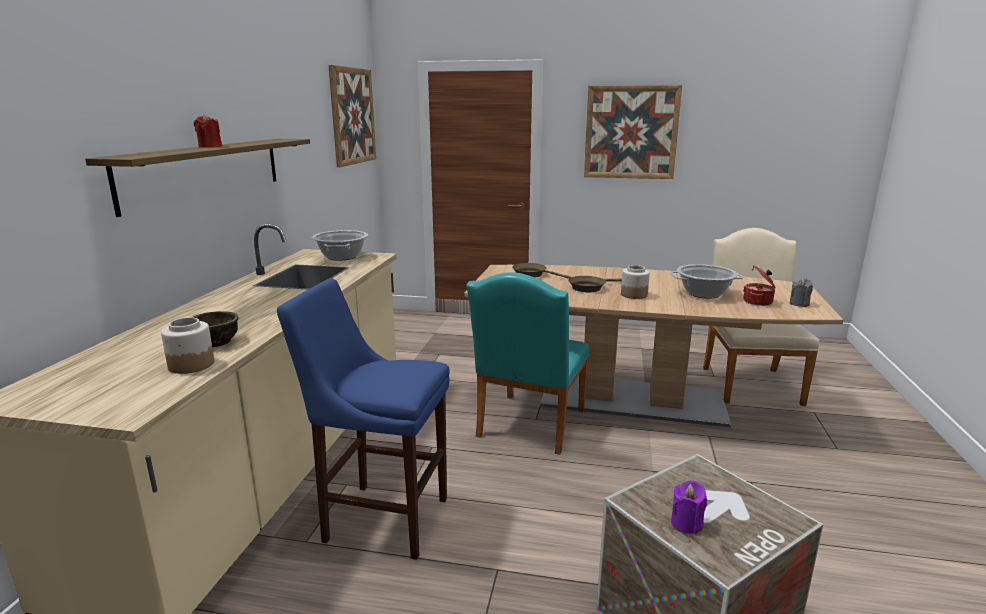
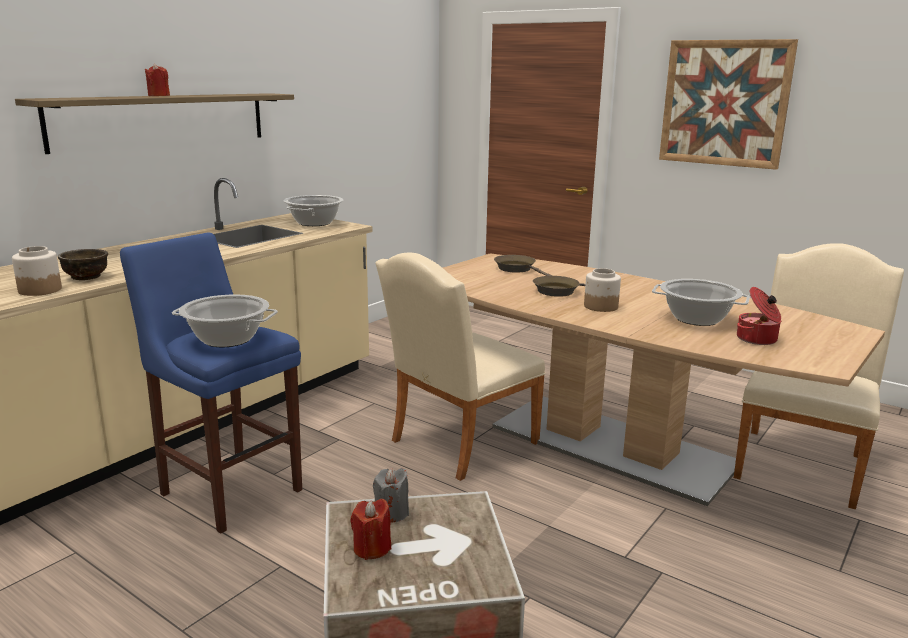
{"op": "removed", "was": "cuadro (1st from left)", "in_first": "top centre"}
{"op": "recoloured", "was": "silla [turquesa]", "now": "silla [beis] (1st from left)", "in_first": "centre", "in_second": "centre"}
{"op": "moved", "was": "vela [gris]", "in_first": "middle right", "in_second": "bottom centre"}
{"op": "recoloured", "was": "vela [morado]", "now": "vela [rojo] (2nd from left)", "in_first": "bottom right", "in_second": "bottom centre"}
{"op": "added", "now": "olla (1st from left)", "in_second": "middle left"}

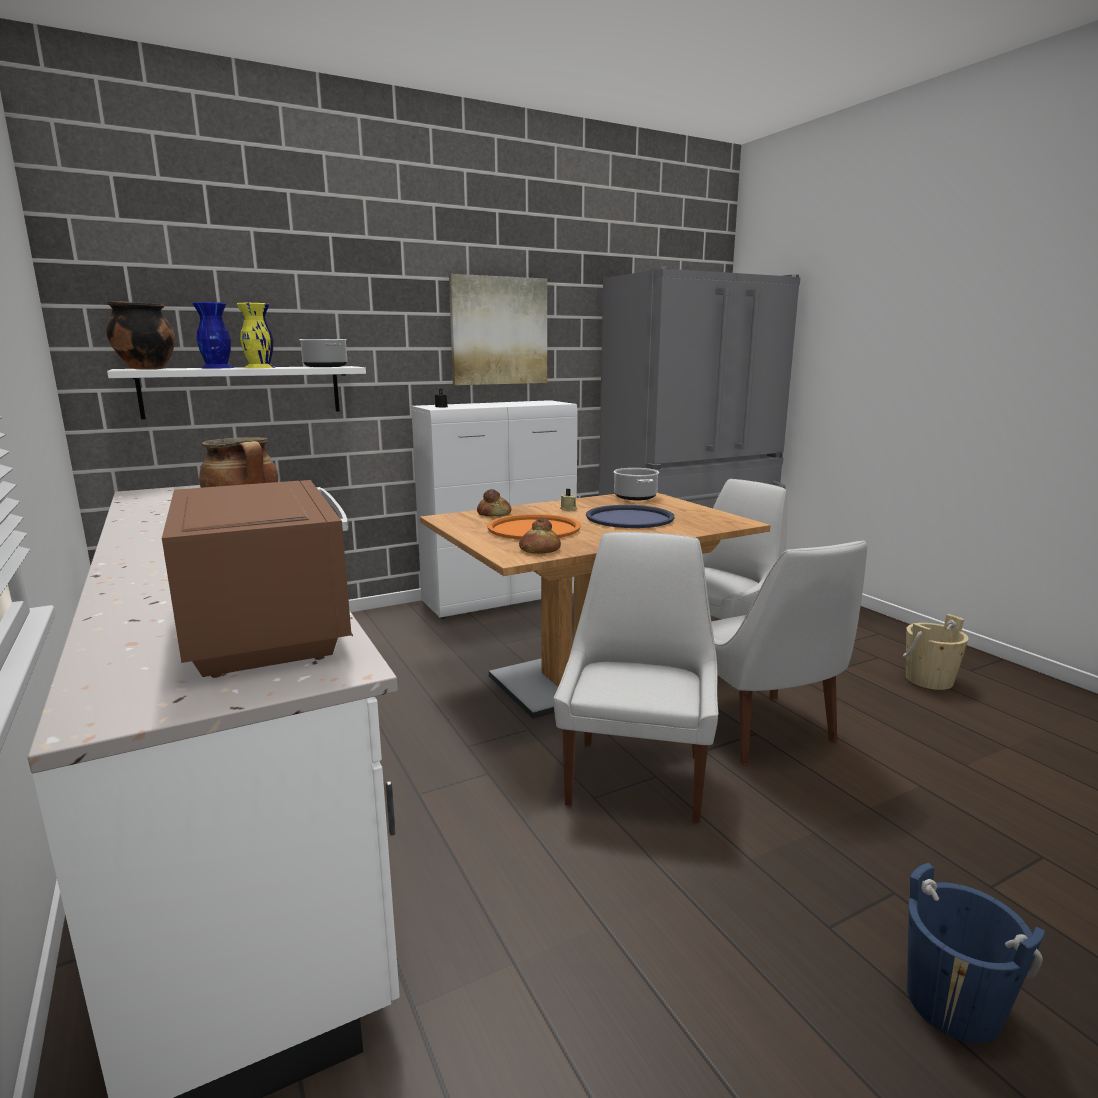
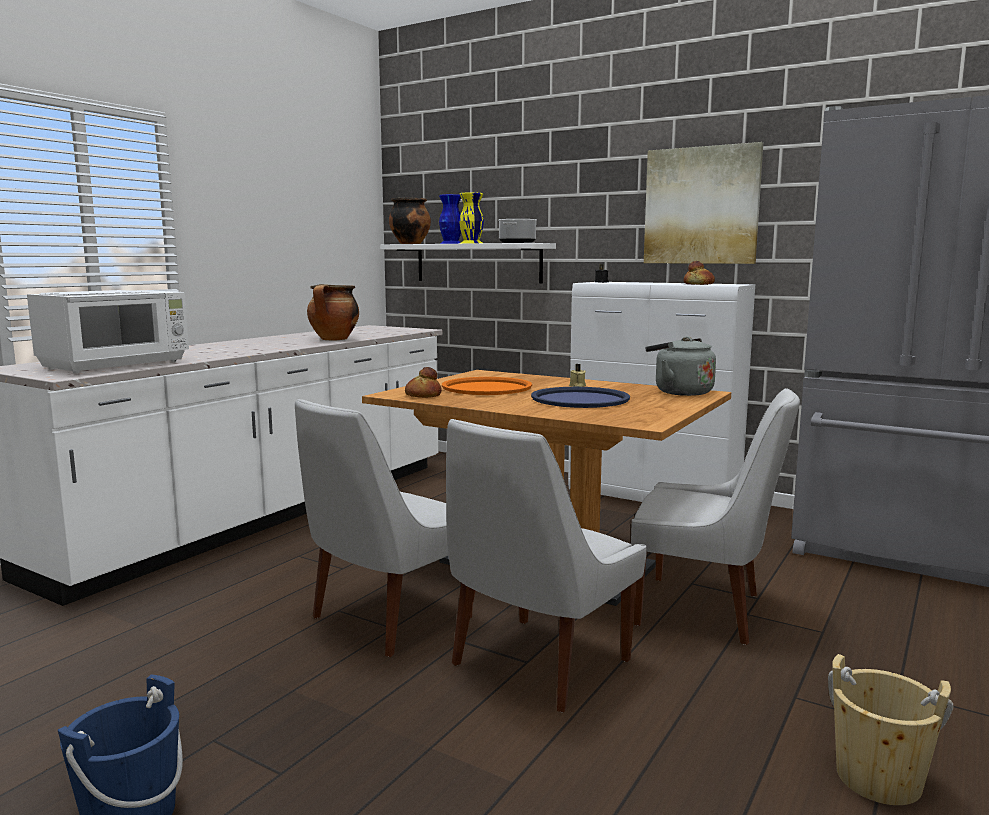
{"op": "replaced", "was": "olla (4th from left)", "now": "hervidor [gris]", "in_first": "centre", "in_second": "middle right"}
{"op": "recoloured", "was": "microondas [marrón]", "now": "microondas [blanco]", "in_first": "middle left", "in_second": "middle left"}
{"op": "moved", "was": "pan (1st from left in the first image)", "now": "pan (2nd from left)", "in_first": "centre", "in_second": "middle right"}
{"op": "turned", "was": "silla [blanco] (1st from left)", "in_first": "centre", "in_second": "centre", "clockwise": 150}

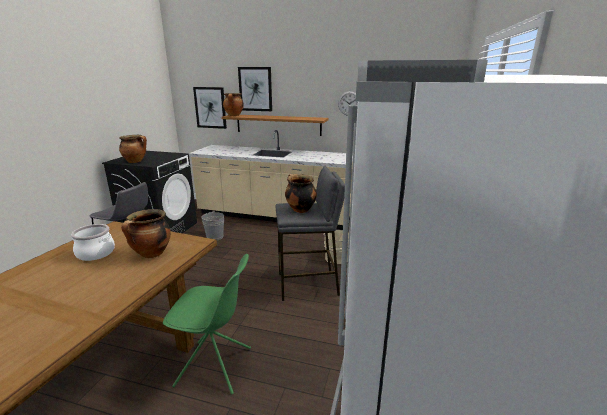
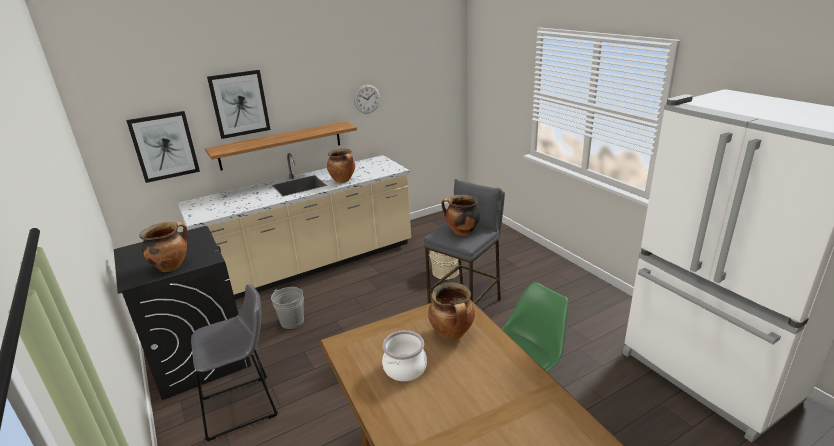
{"op": "moved", "was": "olla (4th from left in the first image)", "now": "olla (2nd from left)", "in_first": "top centre", "in_second": "centre"}

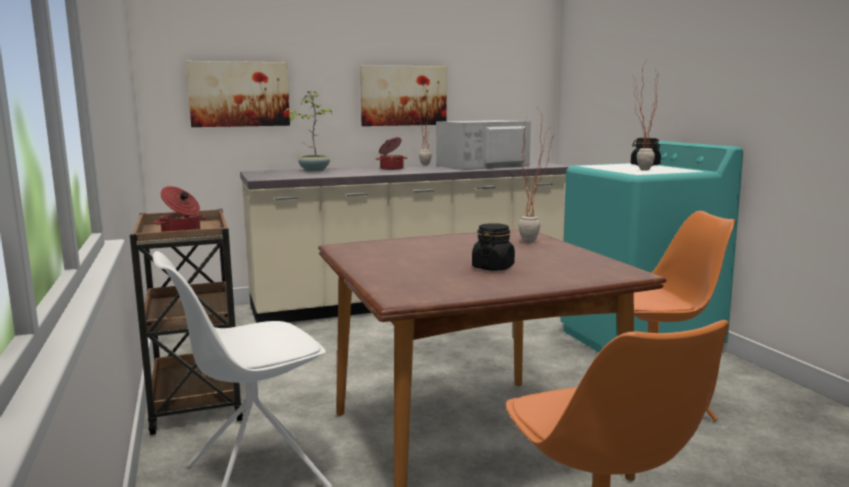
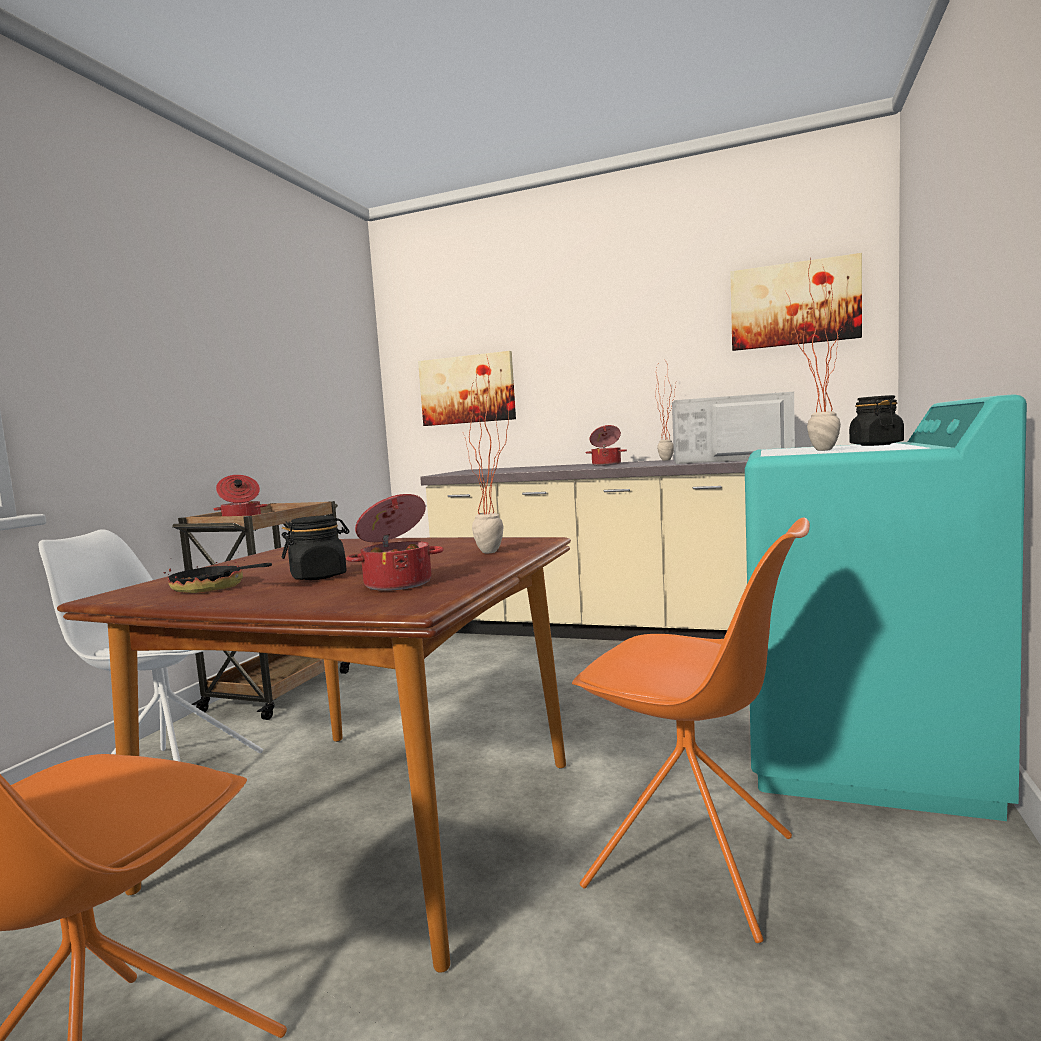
{"op": "moved", "was": "cuadro (2nd from left)", "in_first": "top centre", "in_second": "top right"}
{"op": "removed", "was": "planta en maceta (1st from left)", "in_first": "top centre"}
{"op": "added", "now": "olla (2nd from left)", "in_second": "centre"}
{"op": "added", "now": "sartén", "in_second": "middle left"}

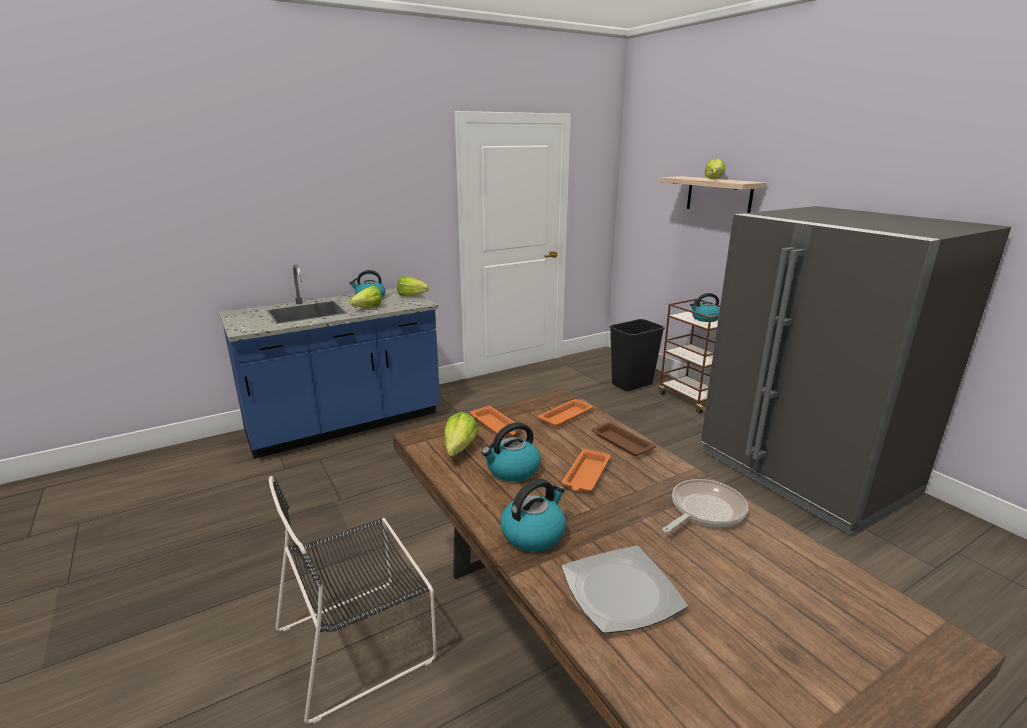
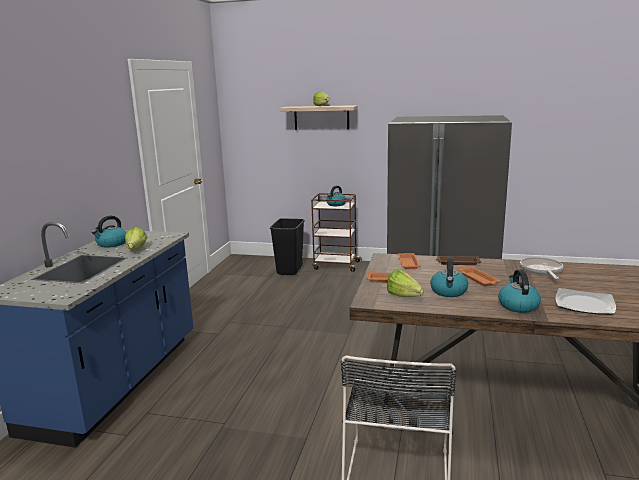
{"op": "removed", "was": "lechuga (2nd from left)", "in_first": "centre"}

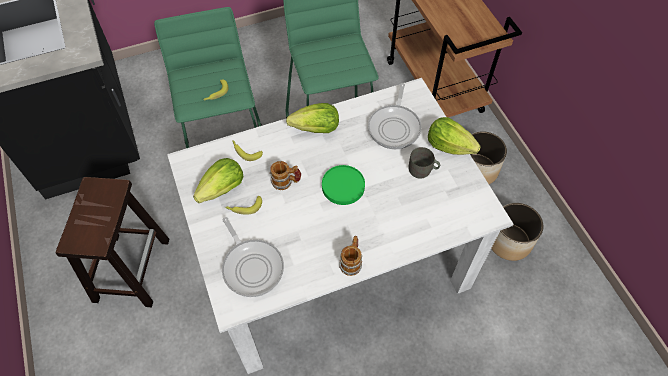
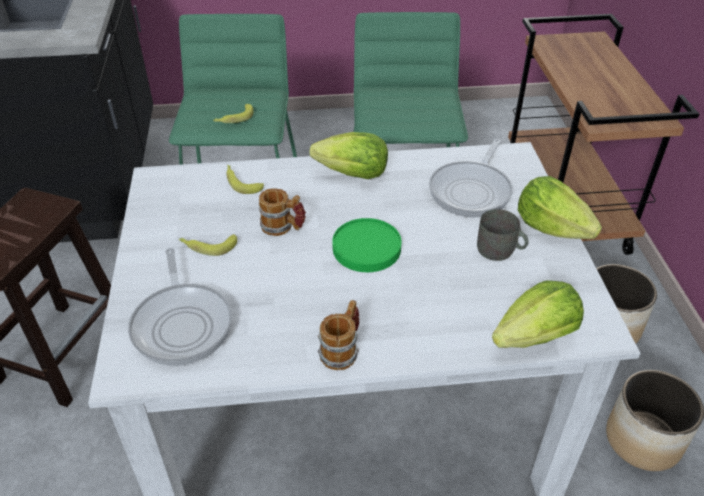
{"op": "moved", "was": "lechuga (1st from left in the first image)", "now": "lechuga (2nd from left)", "in_first": "middle left", "in_second": "middle right"}

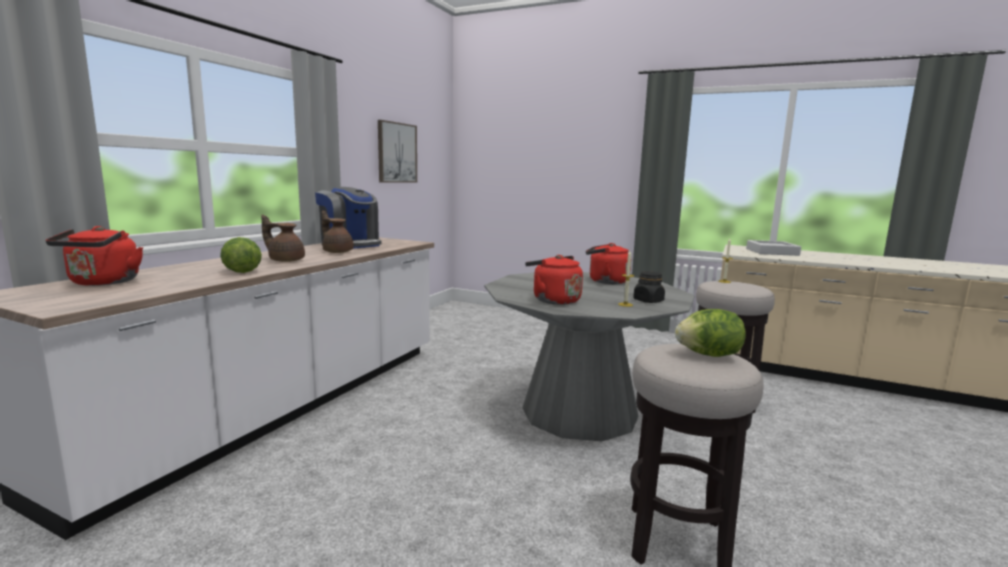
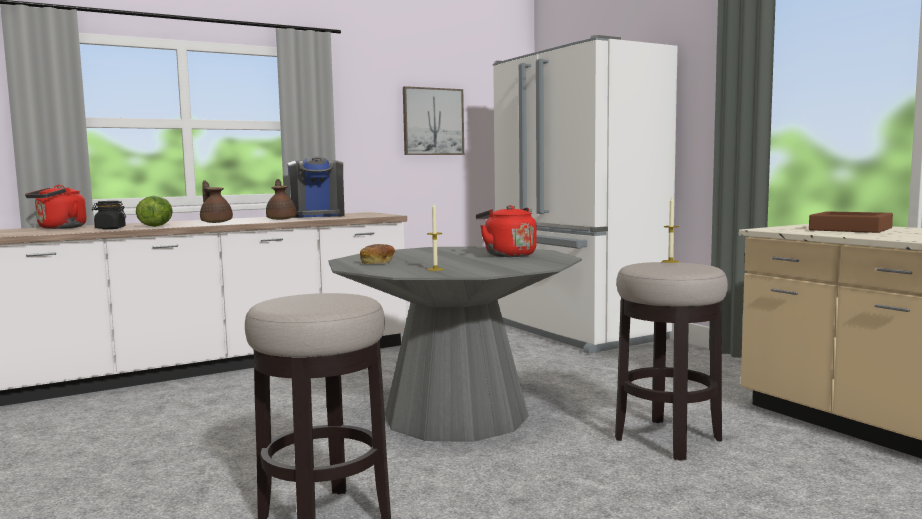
{"op": "recoloured", "was": "bandeja [gris]", "now": "bandeja [marrón]", "in_first": "middle right", "in_second": "middle right"}
{"op": "replaced", "was": "hervidor [rojo] (2nd from left)", "now": "pan", "in_first": "centre", "in_second": "centre"}
{"op": "moved", "was": "tarro [negro]", "in_first": "centre", "in_second": "middle left"}
{"op": "removed", "was": "lechuga (2nd from left)", "in_first": "middle right"}
{"op": "added", "now": "nevera [blanco]", "in_second": "centre"}

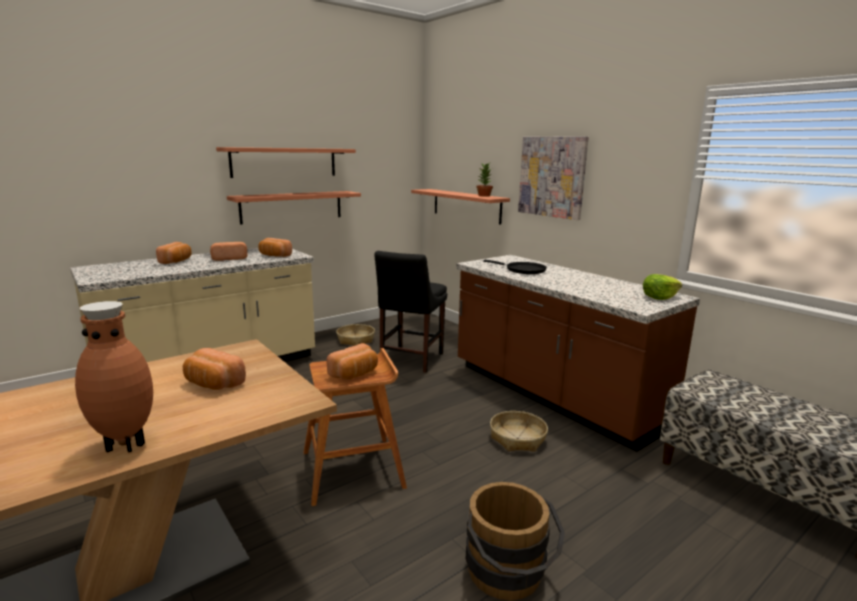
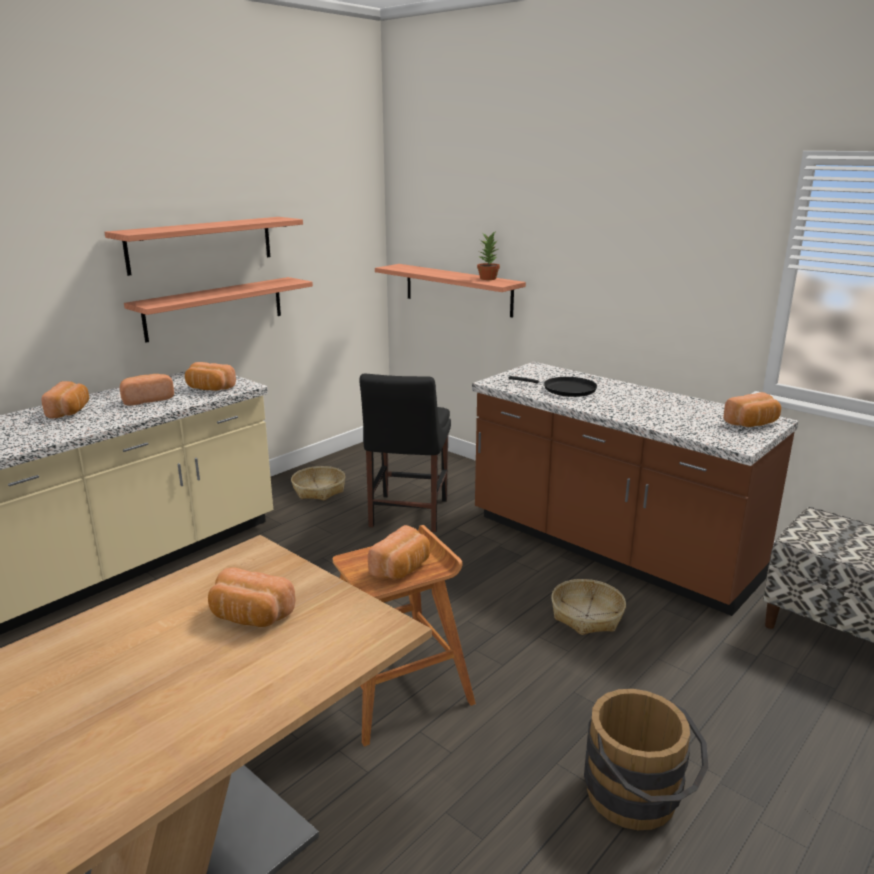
{"op": "removed", "was": "cuadro", "in_first": "top centre"}
{"op": "replaced", "was": "lechuga", "now": "pan (6th from left)", "in_first": "middle right", "in_second": "middle right"}
{"op": "removed", "was": "florero [marrón]", "in_first": "middle left"}

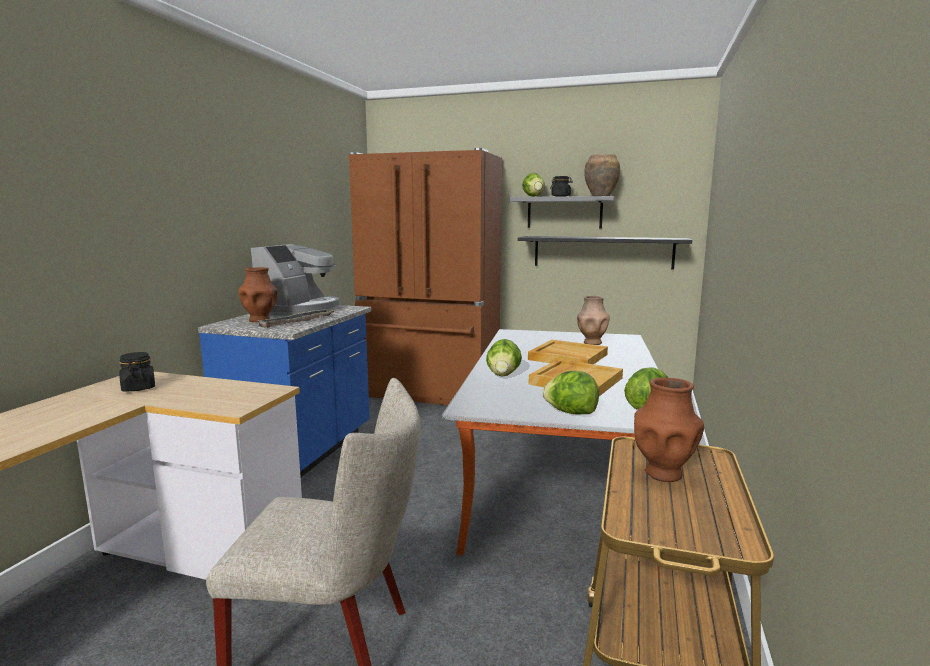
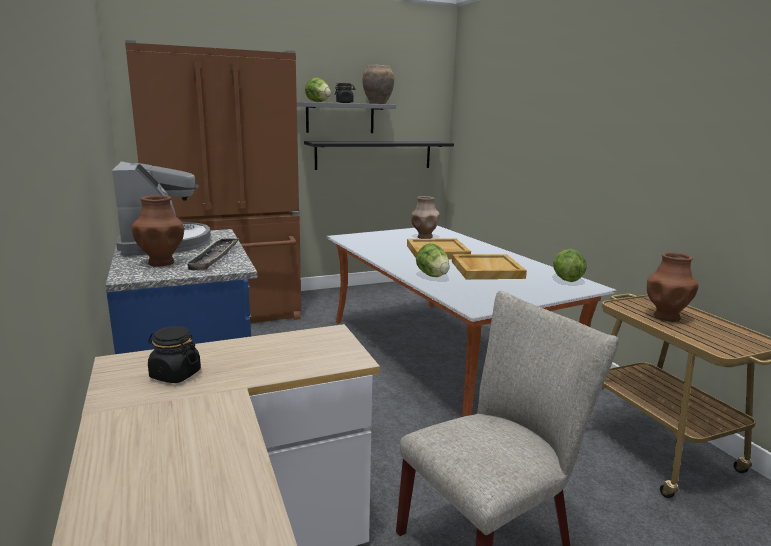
{"op": "removed", "was": "lechuga (3rd from left)", "in_first": "centre"}

